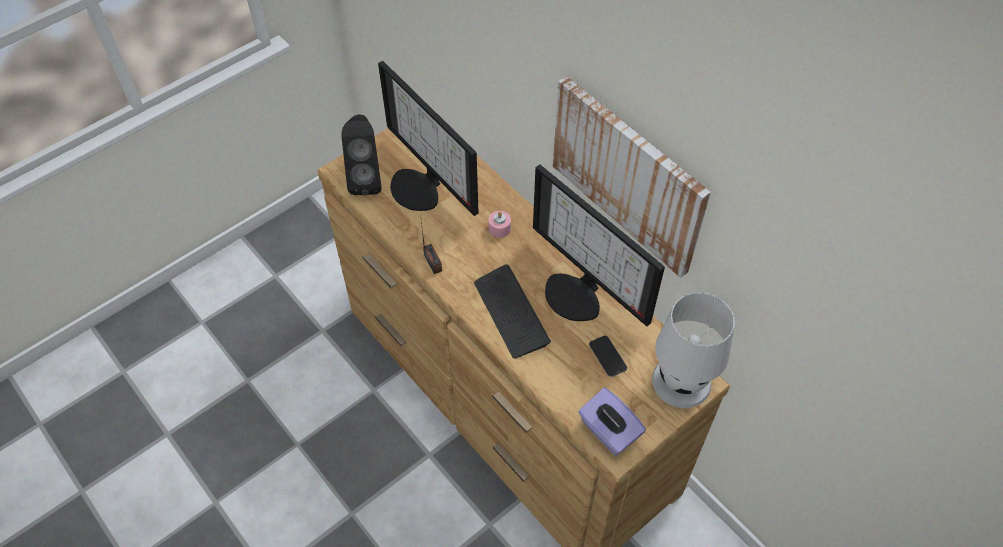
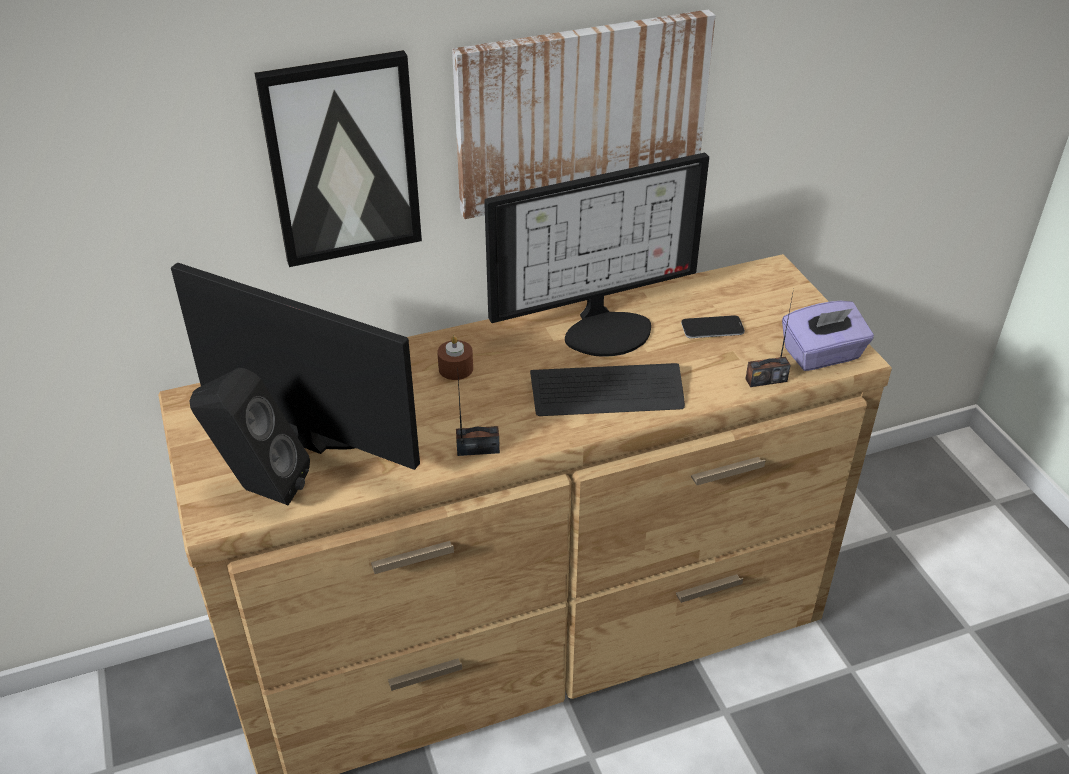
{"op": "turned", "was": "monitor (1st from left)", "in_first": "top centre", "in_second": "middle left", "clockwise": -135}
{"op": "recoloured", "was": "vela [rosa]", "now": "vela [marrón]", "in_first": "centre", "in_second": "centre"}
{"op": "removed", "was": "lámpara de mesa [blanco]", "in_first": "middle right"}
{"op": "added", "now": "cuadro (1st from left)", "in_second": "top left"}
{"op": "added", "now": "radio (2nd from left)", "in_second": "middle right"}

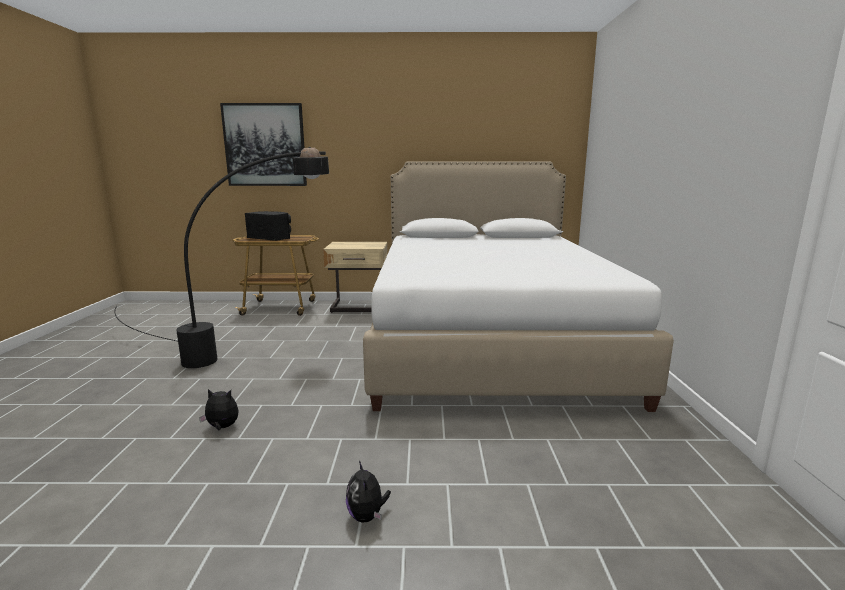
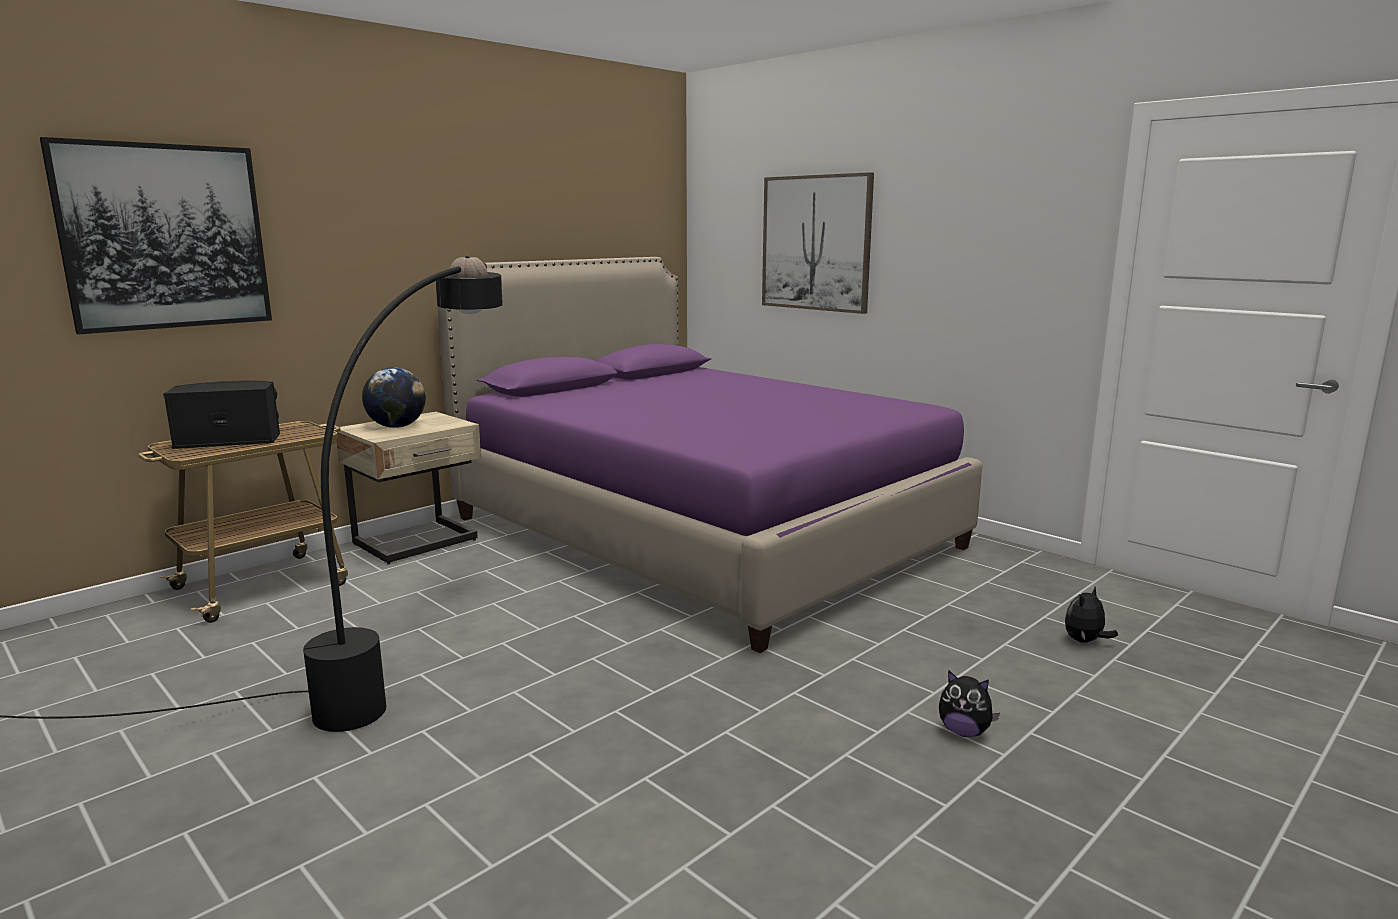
{"op": "recoloured", "was": "cama [blanco]", "now": "cama [morado]", "in_first": "centre", "in_second": "centre"}
{"op": "moved", "was": "peluche (1st from left in the first image)", "now": "peluche (2nd from left)", "in_first": "bottom left", "in_second": "bottom right"}
{"op": "added", "now": "cuadro (2nd from left)", "in_second": "top centre"}
{"op": "added", "now": "globo terráqueo", "in_second": "middle left"}

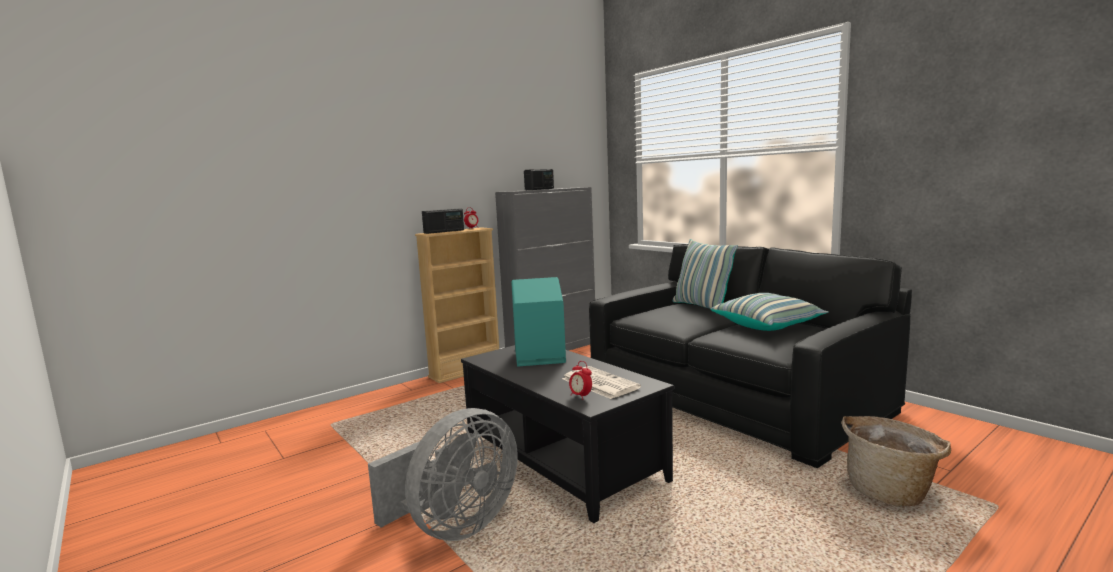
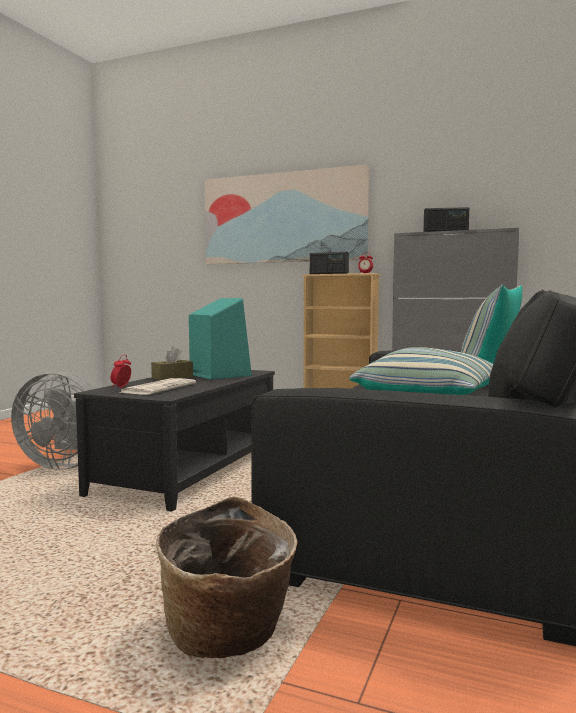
{"op": "added", "now": "cuadro", "in_second": "top centre"}
{"op": "added", "now": "caja de pañuelos [marrón]", "in_second": "middle left"}

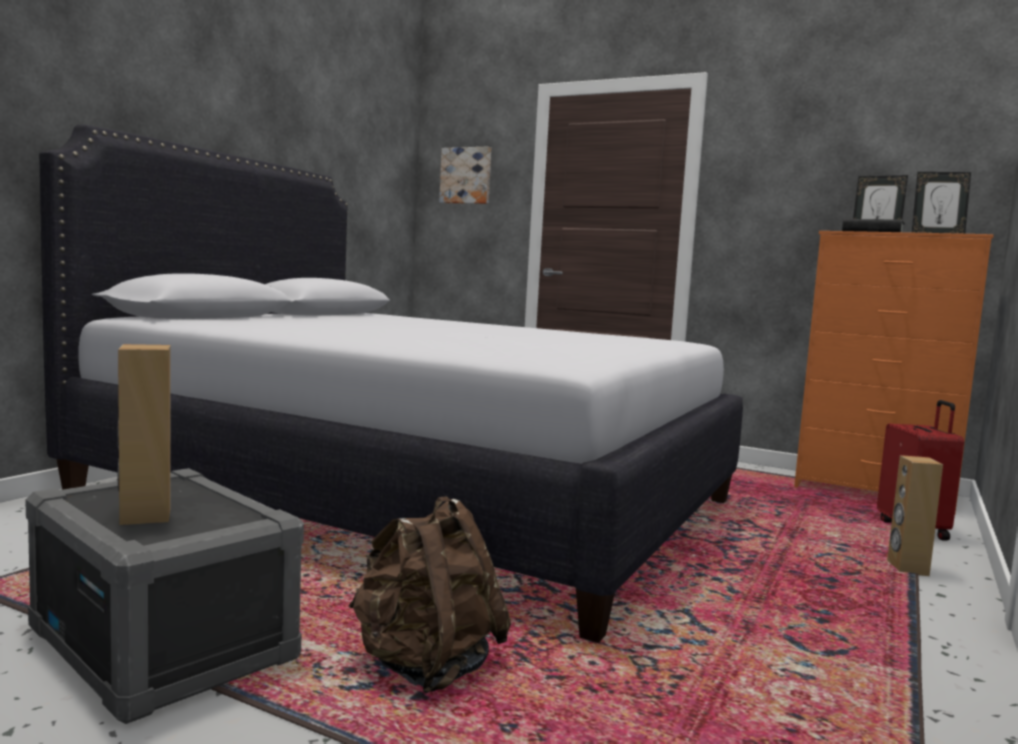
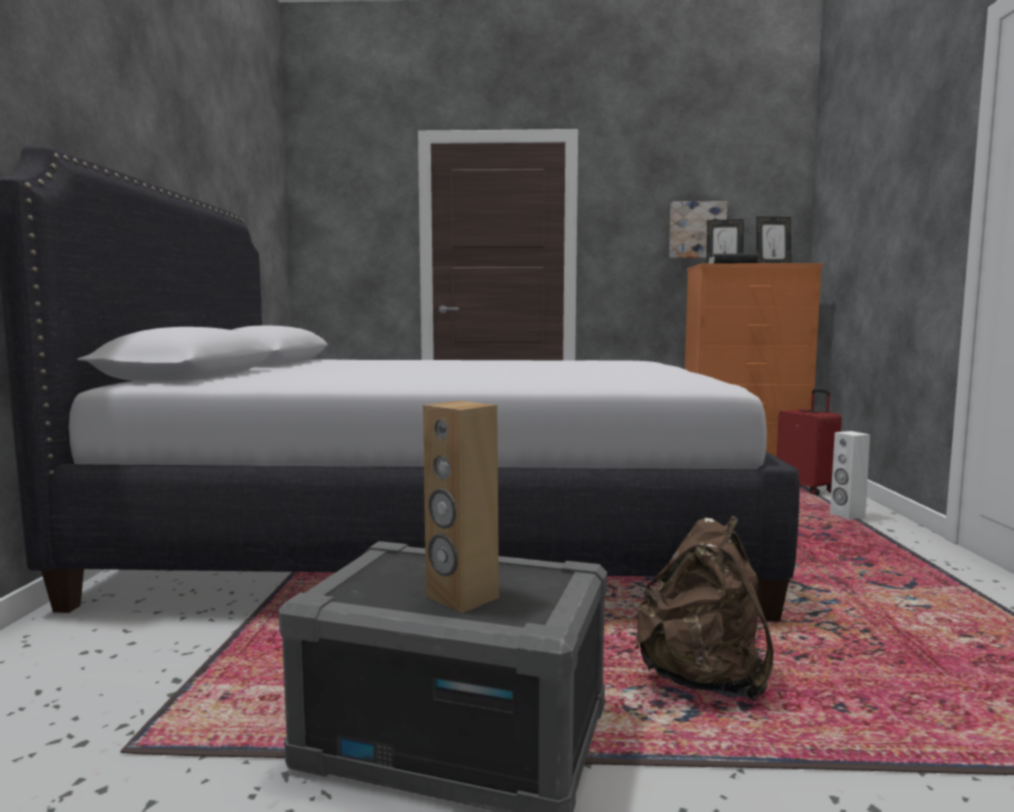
{"op": "moved", "was": "cuadro", "in_first": "top centre", "in_second": "top right"}
{"op": "recoloured", "was": "altavoz [marrón] (2nd from left)", "now": "altavoz [blanco]", "in_first": "bottom right", "in_second": "middle right"}

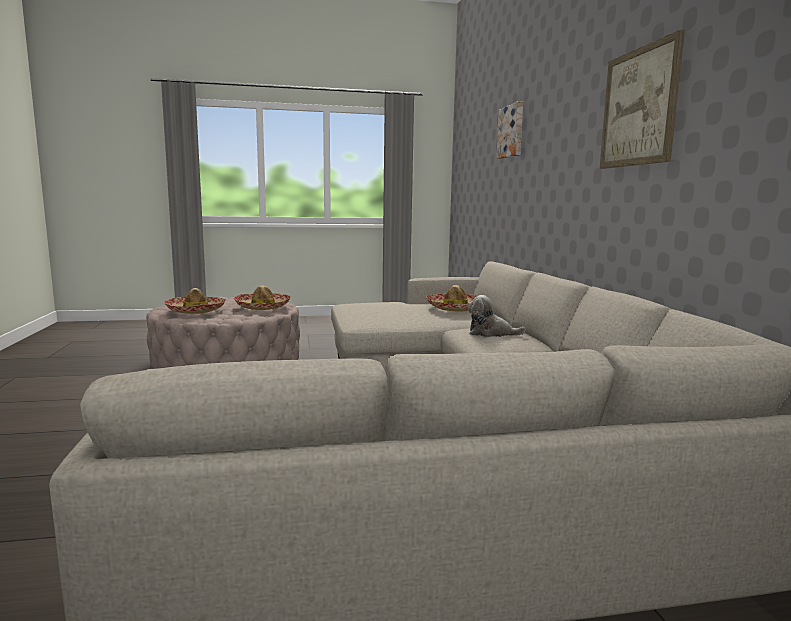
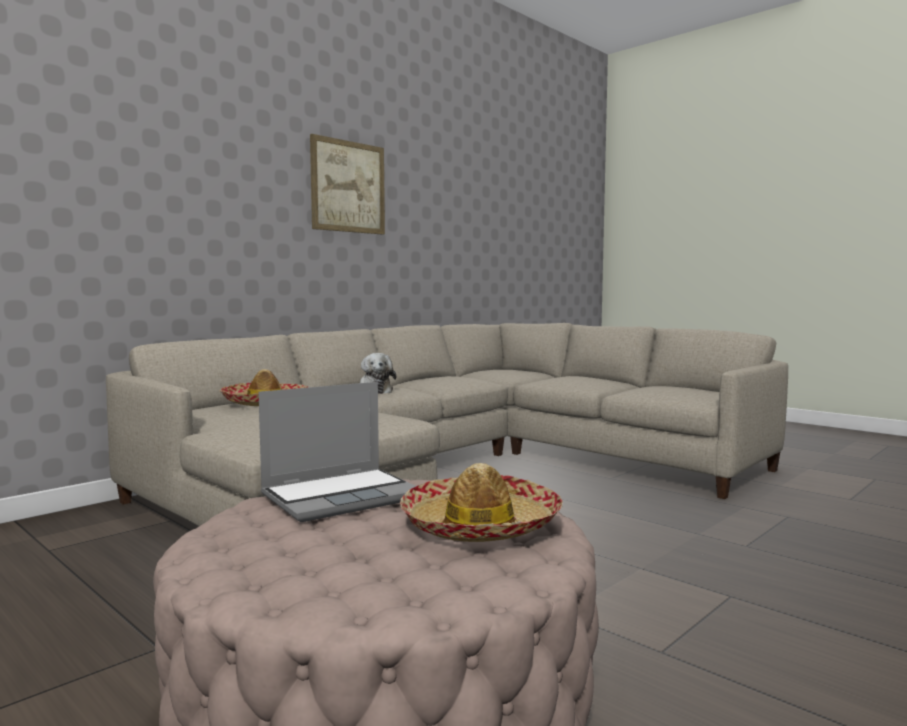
{"op": "removed", "was": "cuadro (1st from left)", "in_first": "top centre"}
{"op": "replaced", "was": "sombrero (2nd from left)", "now": "portátil", "in_first": "middle left", "in_second": "centre"}

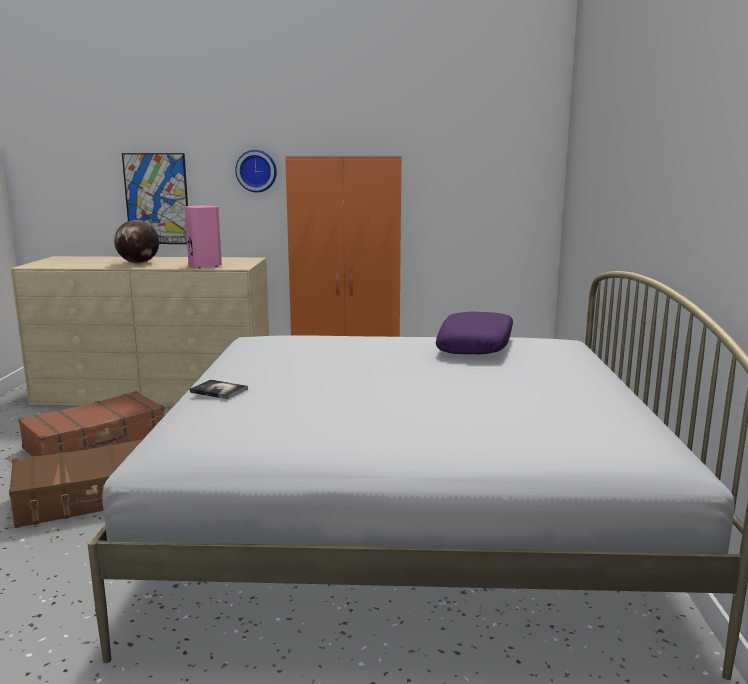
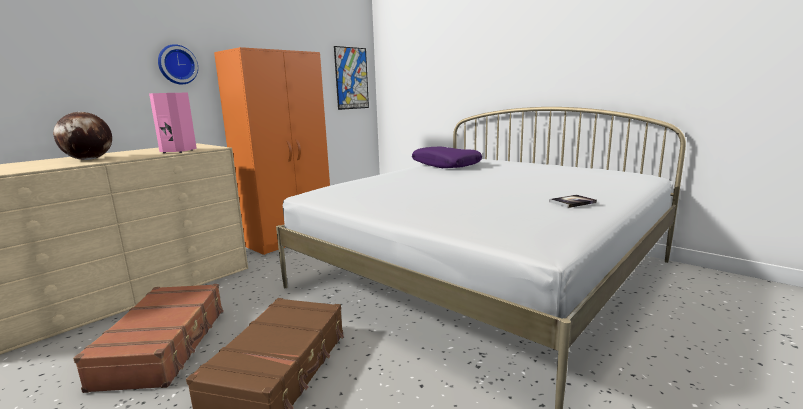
{"op": "moved", "was": "cuadro", "in_first": "top left", "in_second": "top centre"}
{"op": "moved", "was": "libro", "in_first": "middle left", "in_second": "middle right"}

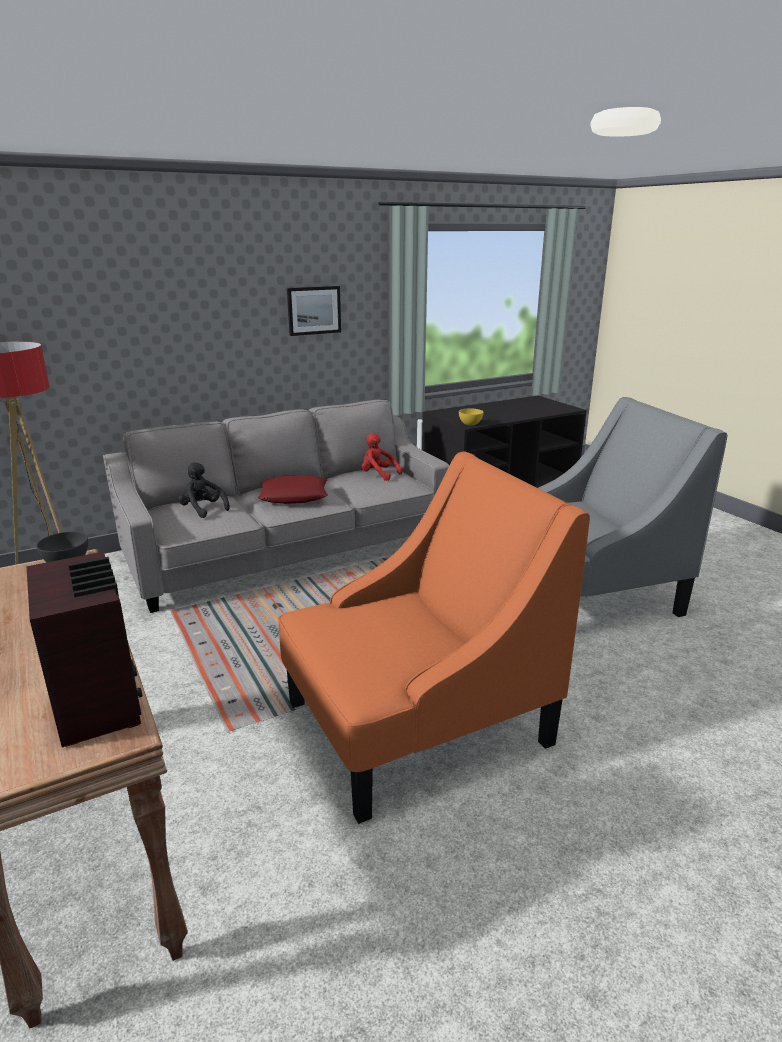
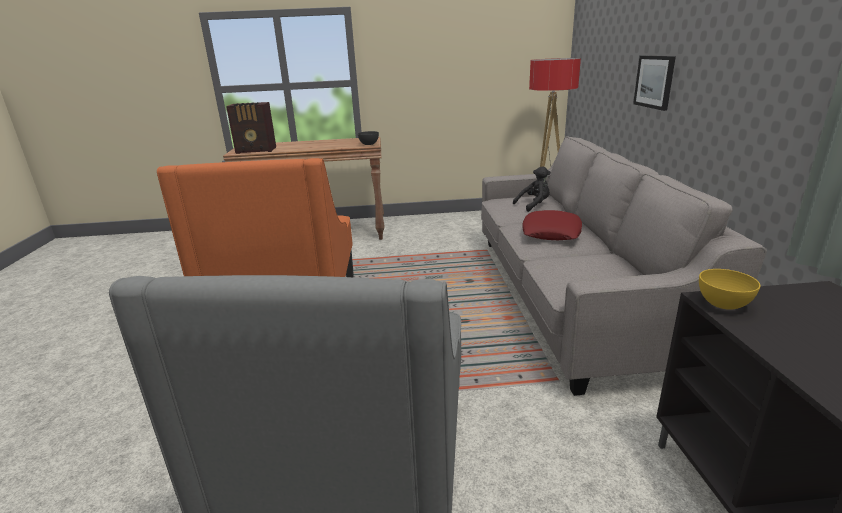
{"op": "moved", "was": "cuadro", "in_first": "top centre", "in_second": "top right"}
{"op": "removed", "was": "peluche [rojo]", "in_first": "centre"}

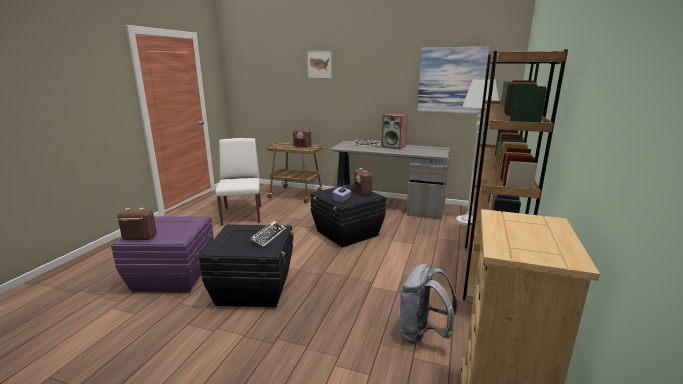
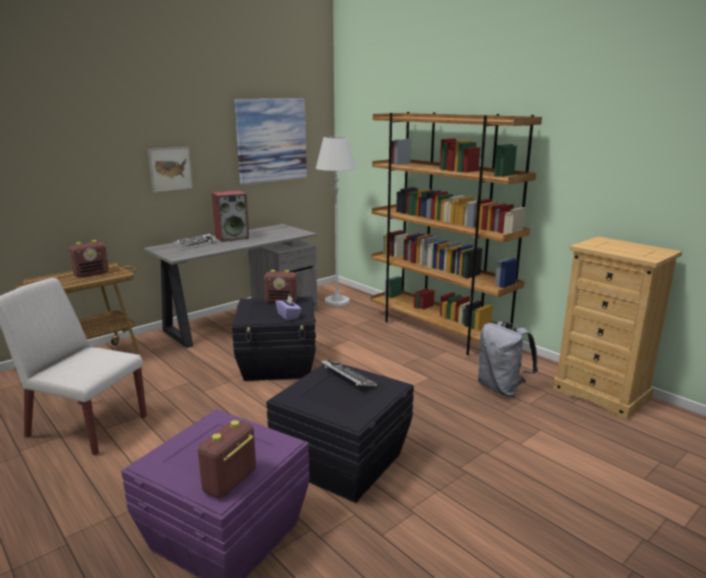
{"op": "moved", "was": "cuadro (1st from left)", "in_first": "top centre", "in_second": "top left"}

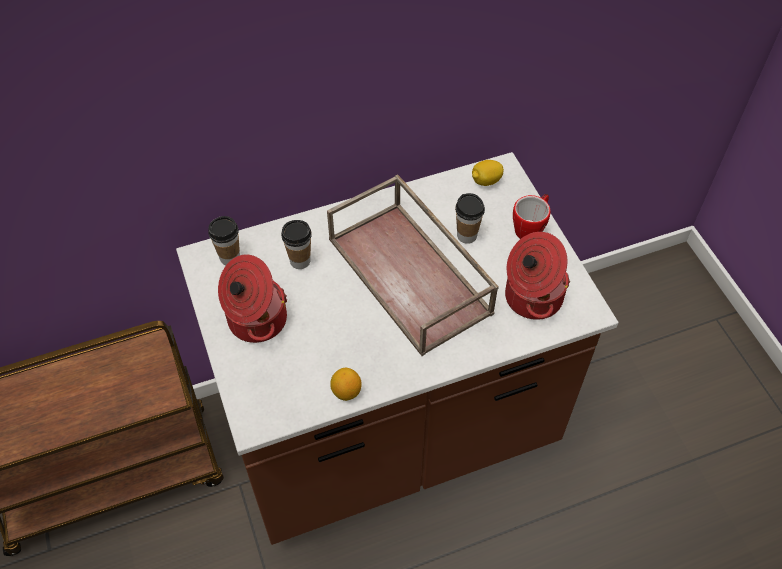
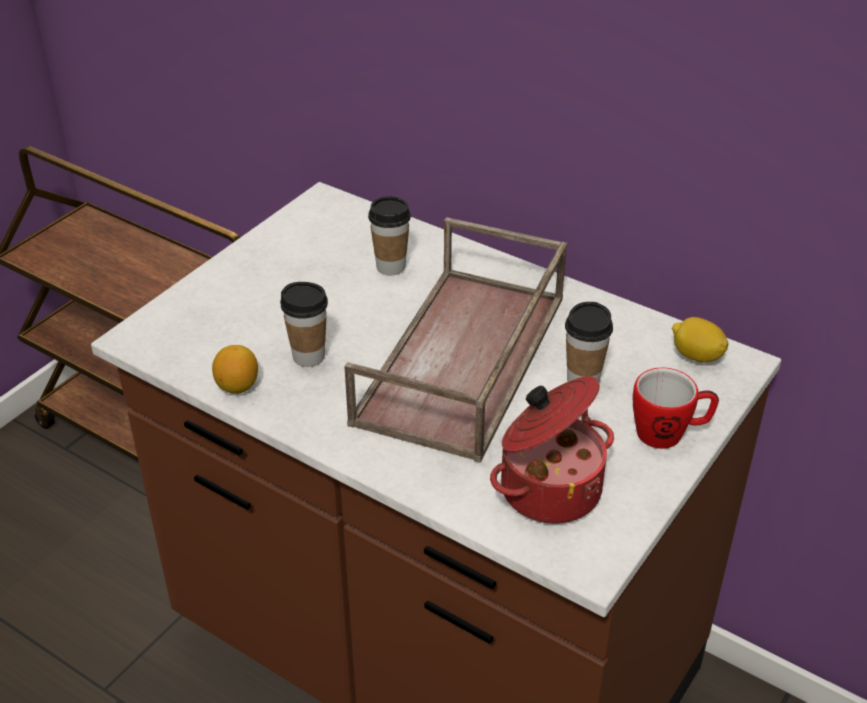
{"op": "moved", "was": "taza (1st from left)", "in_first": "middle left", "in_second": "centre"}
{"op": "removed", "was": "olla (1st from left)", "in_first": "middle left"}

